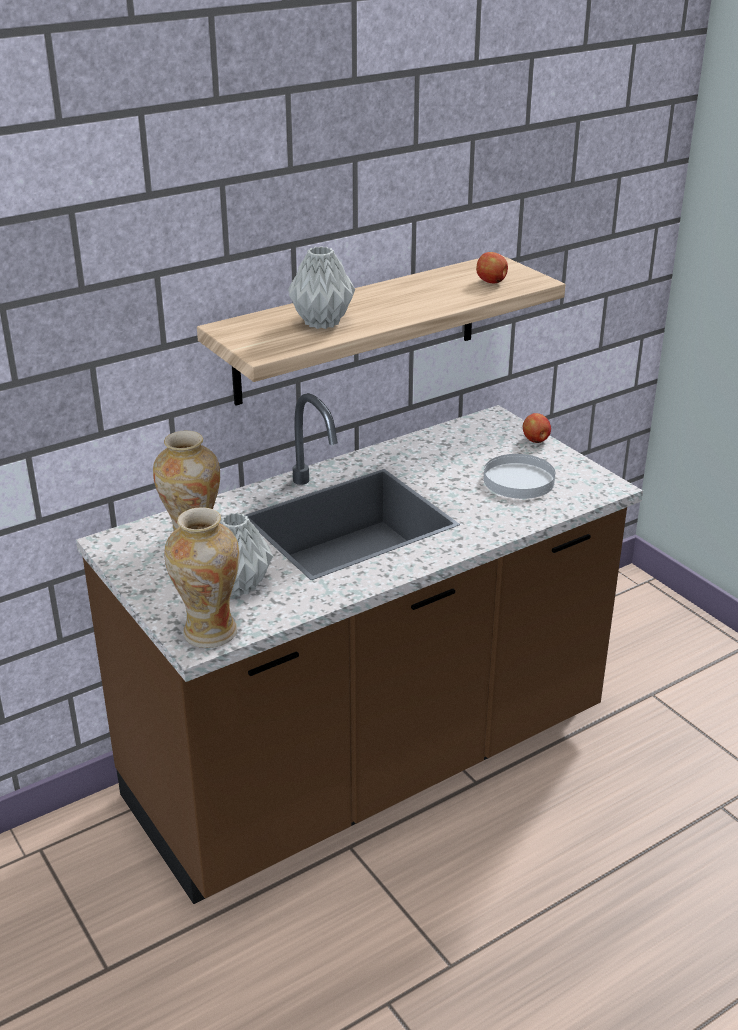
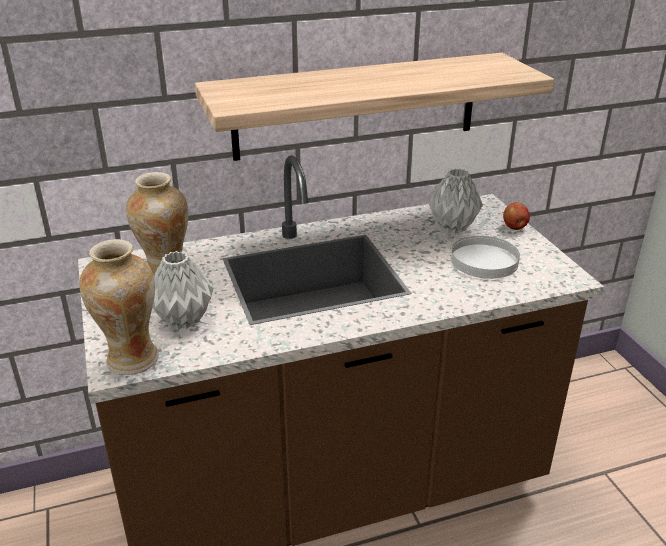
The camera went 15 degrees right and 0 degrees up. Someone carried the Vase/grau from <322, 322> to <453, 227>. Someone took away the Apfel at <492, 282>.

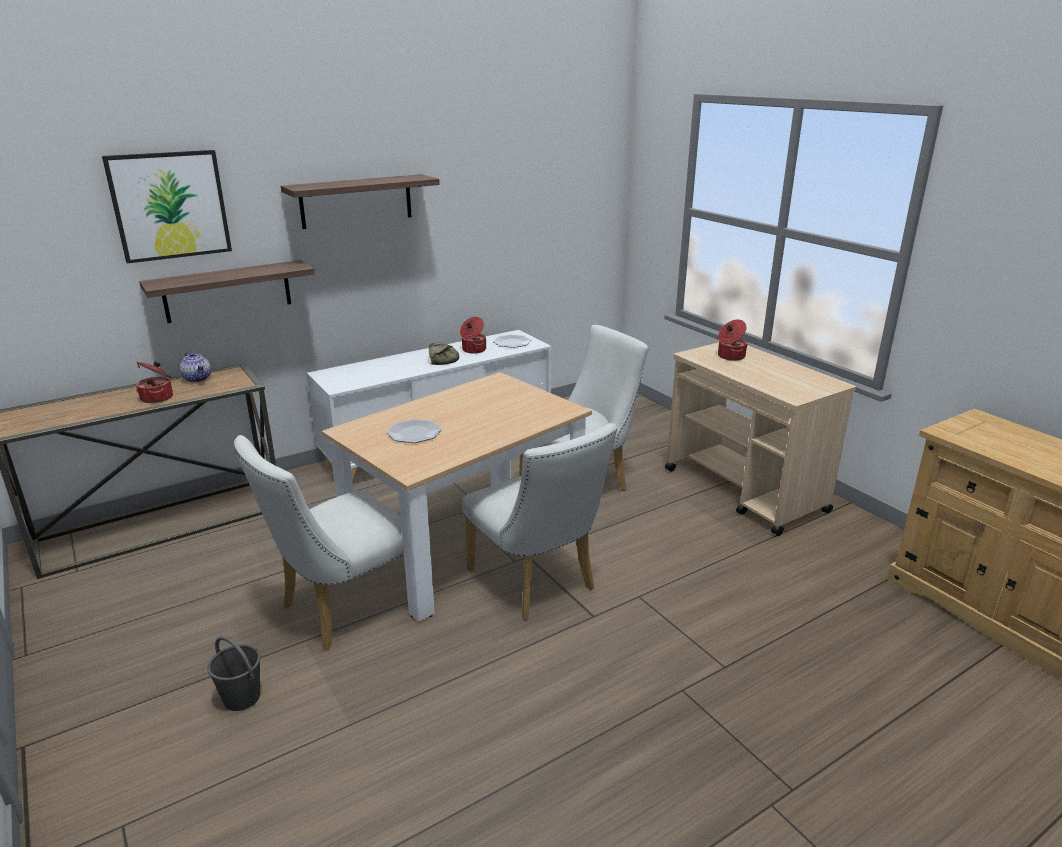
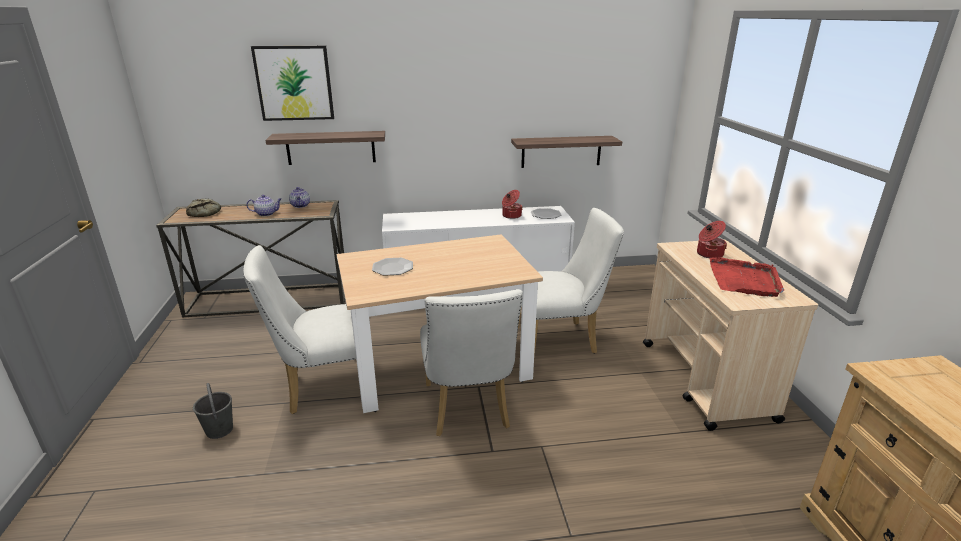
The camera went 25 degrees right and 0 degrees up. Someone carried the Brot from <442, 358> to <206, 212>. Someone swapped the Kochtopf at <158, 397> for the Teekanne at <267, 214>. Someone carried the Wandregal from <356, 201> to <561, 151>. Someone put down the Tablett/rot at <744, 280>.

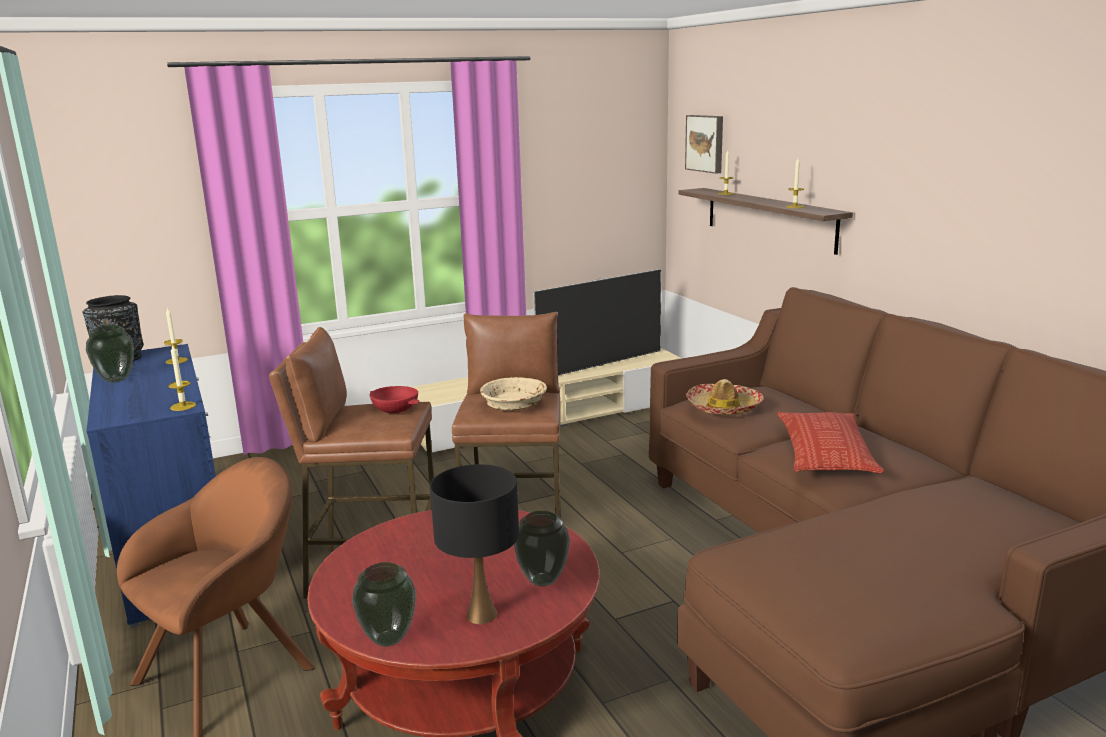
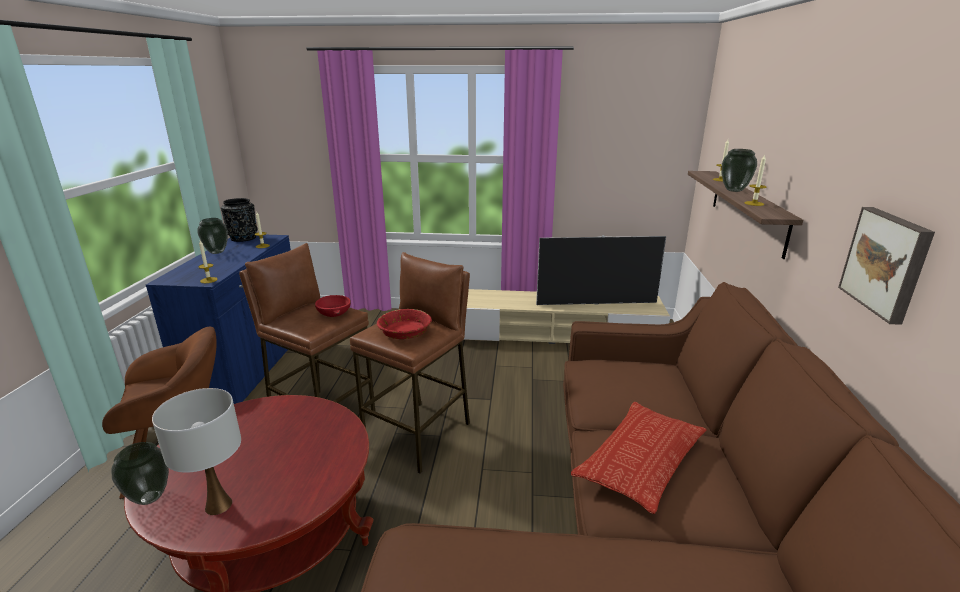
The camera went 30 degrees right and 5 degrees up. Someone repainted the Tischlampe/schwarz at <481, 614>, which became the Tischlampe/weiß at <218, 505>. Someone repainted the Schüssel/beige at <514, 405>, which became the Schüssel/rot at <405, 333>. Someone carried the Vase from <543, 580> to <734, 190>. Someone carried the Bild from <706, 143> to <887, 263>. Someone took away the Hut at <724, 408>.

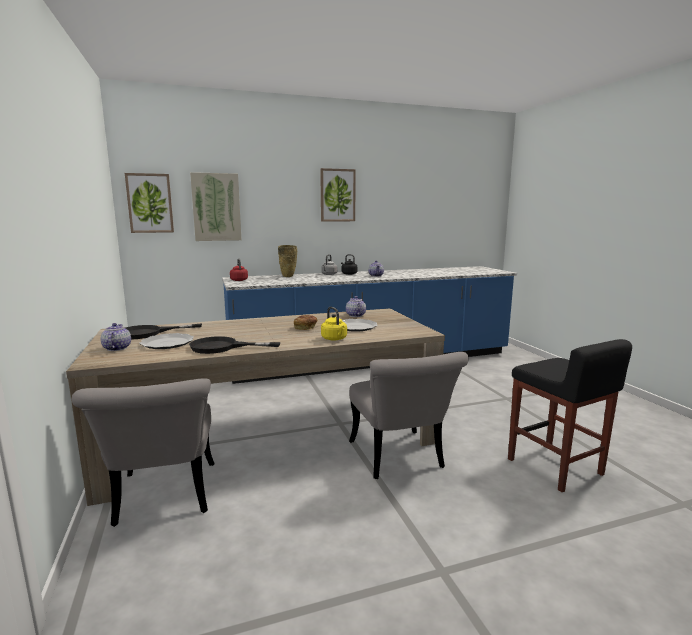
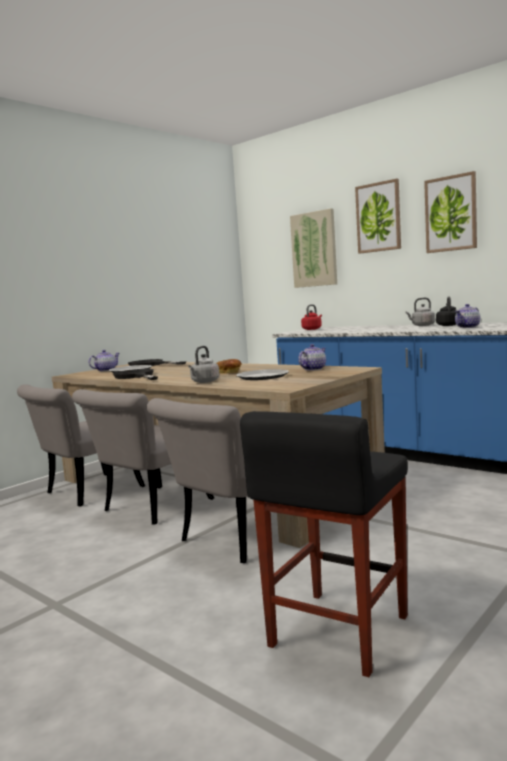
The camera went 60 degrees right and 5 degrees down. Someone put down the Stuhl/grau at <149, 508>. Someone repainted the Wasserkessel/gelb at <335, 339>, which became the Wasserkessel/grau at <204, 382>. Someone carried the Bild from <150, 203> to <378, 217>. Someone took away the Vase/beige at <288, 276>.

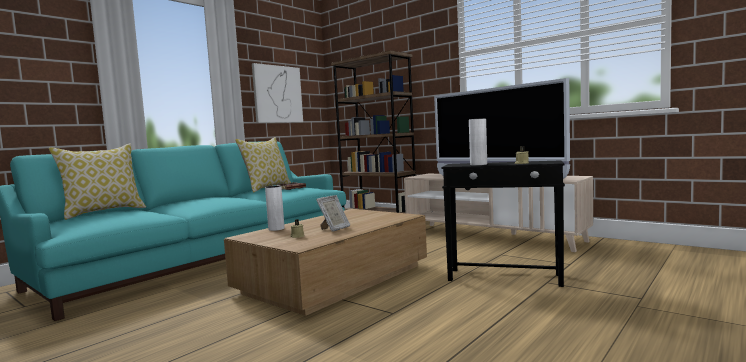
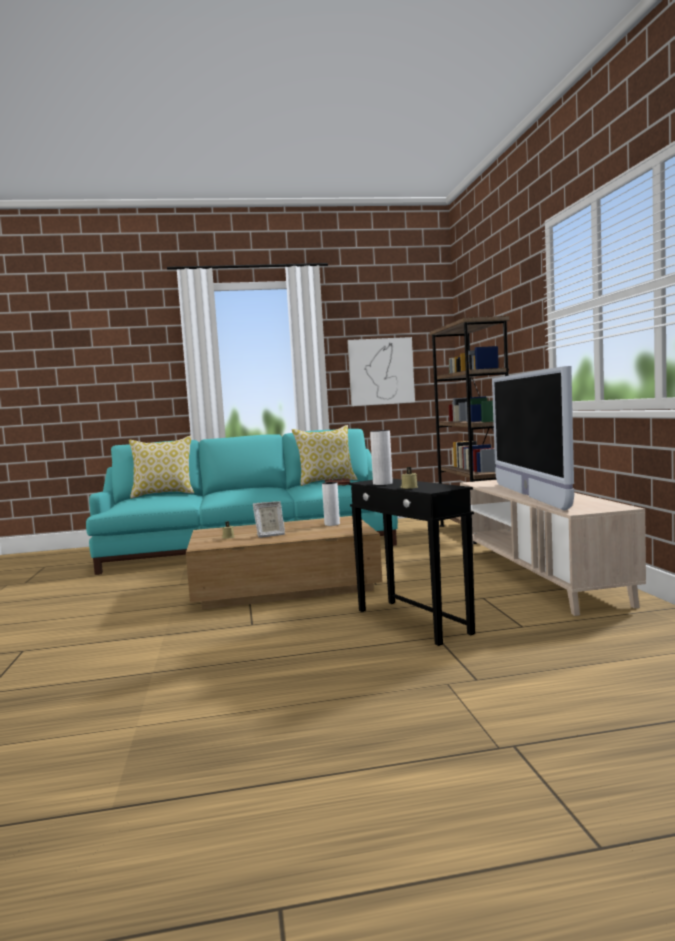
The camera went 40 degrees right and 0 degrees up. Someone carried the Vase/weiß from <276, 229> to <332, 524>.

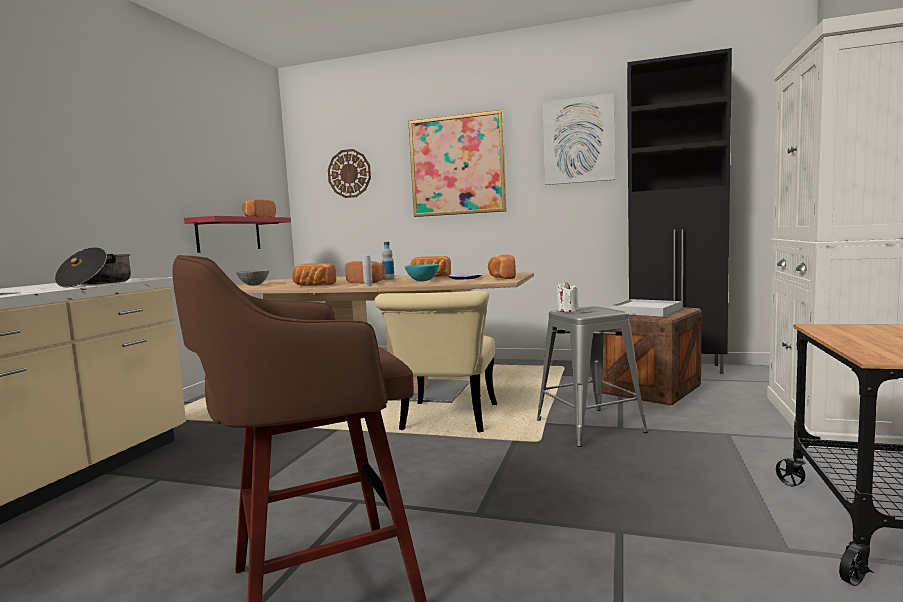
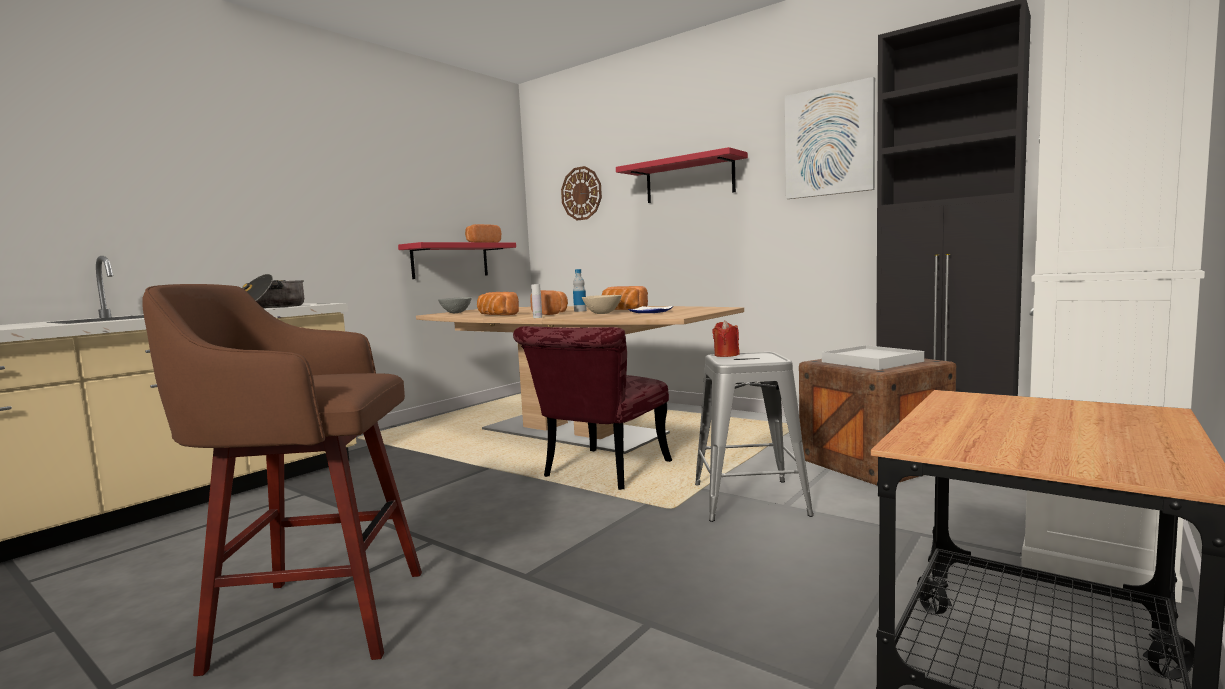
The camera went 20 degrees right and 0 degrees up. Someone repainted the Stuhl/beige at <446, 421>, which became the Stuhl/rot at <599, 473>. Someone repainted the Schüssel/türkis at <423, 281>, which became the Schüssel/beige at <603, 313>. Someone swapped the Bild at <457, 165> for the Wandregal/rot at <689, 179>. Someone repainted the Kerze/weiß at <567, 310>, which became the Kerze/rot at <726, 355>. Someone took away the Brot at <501, 278>.

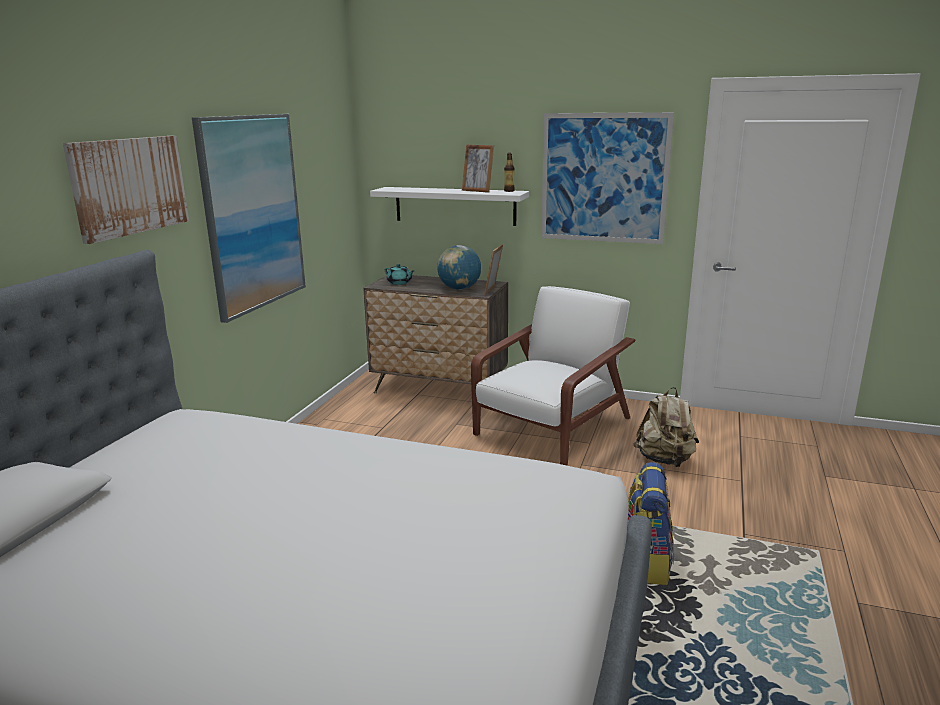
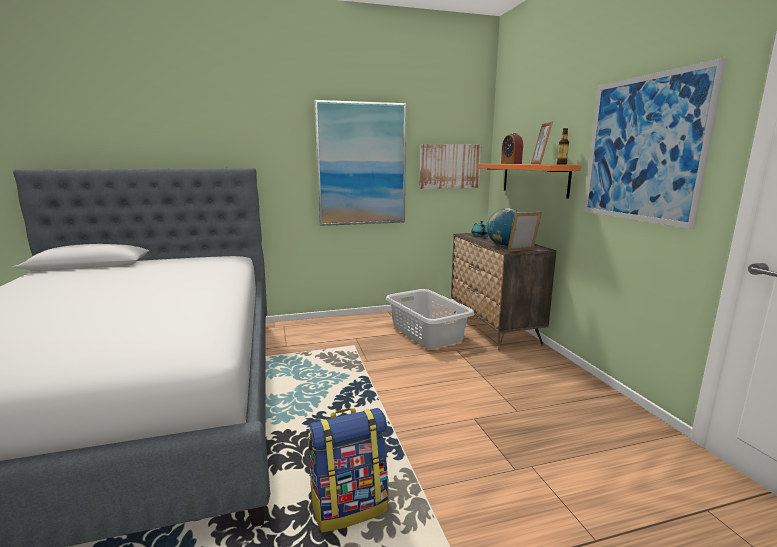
The camera went 55 degrees right and 5 degrees down. Someone put down the Wäschekorb/grau at <426, 333>. Someone carried the Bild from <129, 186> to <449, 166>. Someone repainted the Wandregal/weiß at <455, 206>, which became the Wandregal/orange at <534, 179>. Someone put down the Wecker at <511, 163>. Someone took away the Sessel/weiß at <551, 428>. Someone took away the Rucksack/beige at <665, 460>.

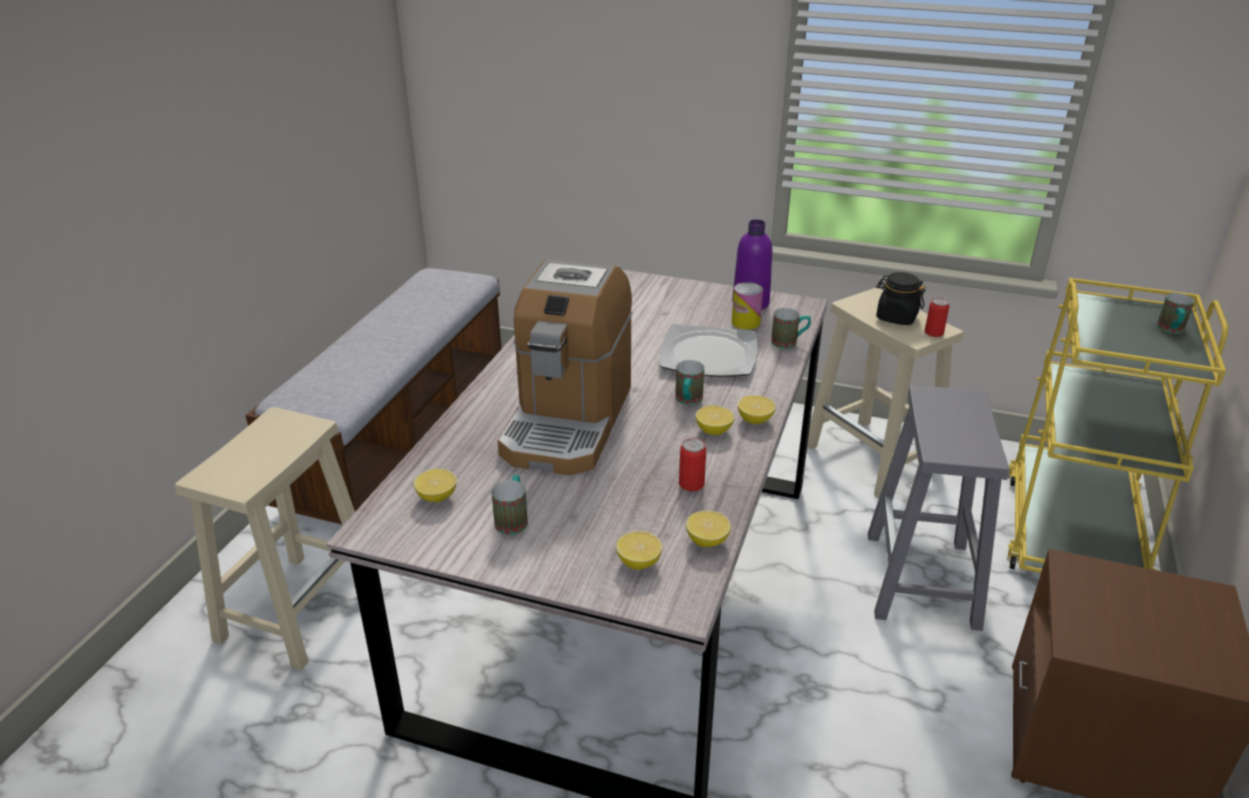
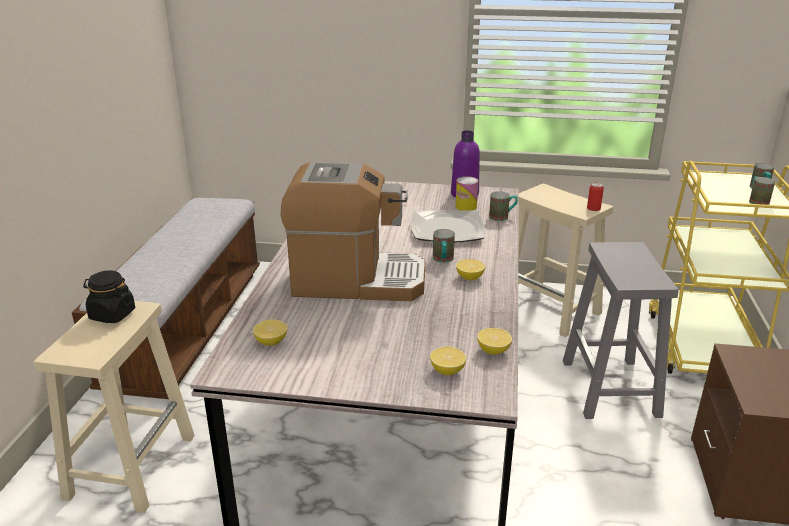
The camera went 10 degrees left and 5 degrees down. Someone carried the Vorratsglas/schwarz from <896, 317> to <112, 314>. Someone rotated the Kaffeemaschine at <568, 420> by 90 degrees counterclockwise. Someone carried the Henkelbecher from <513, 519> to <756, 201>. Someone took away the Dose at <691, 484>. Someone took away the Zitrone at <755, 420>.

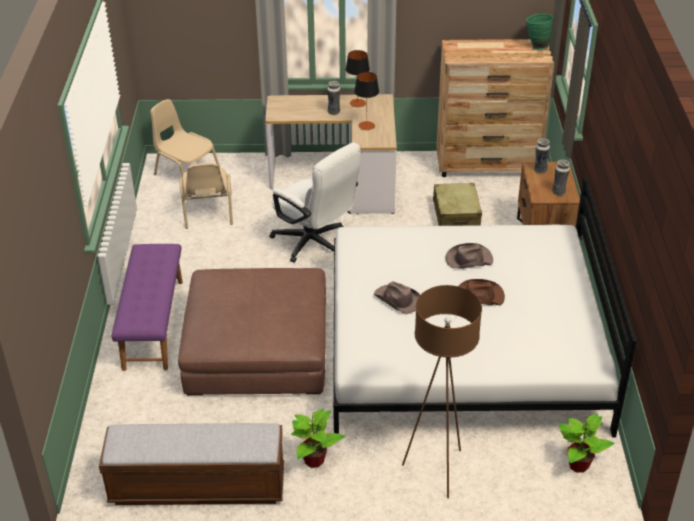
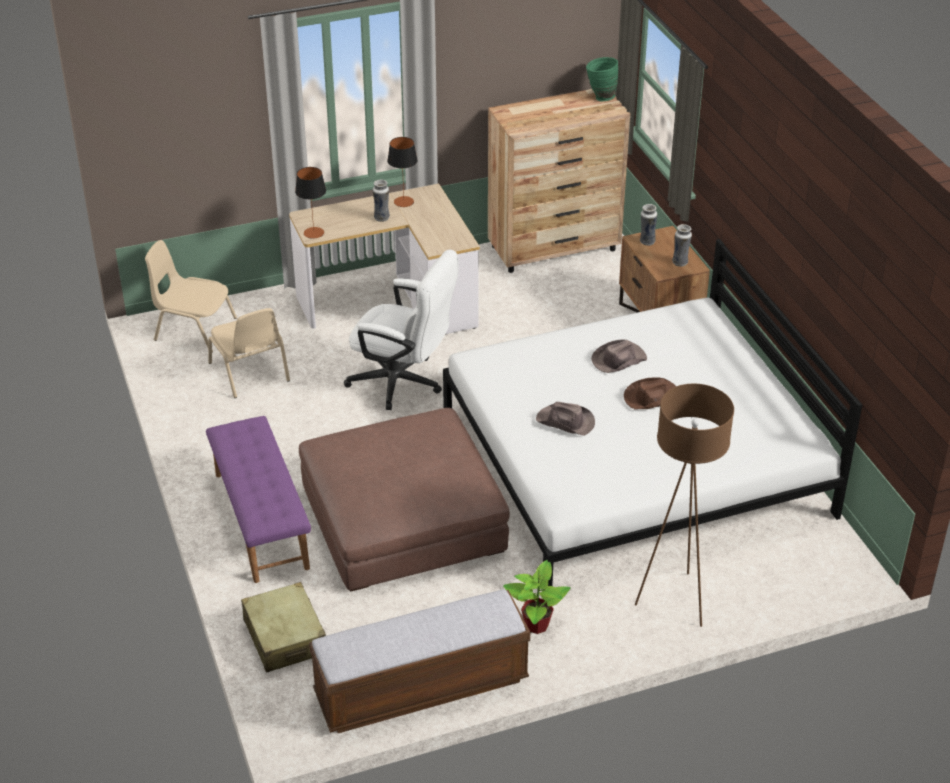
The camera went 20 degrees left and 0 degrees up. Someone carried the Koffer/beige from <456, 214> to <285, 637>. Someone carried the Tischlampe from <366, 125> to <313, 233>. Someone took away the Topfpflanze at <578, 464>.

